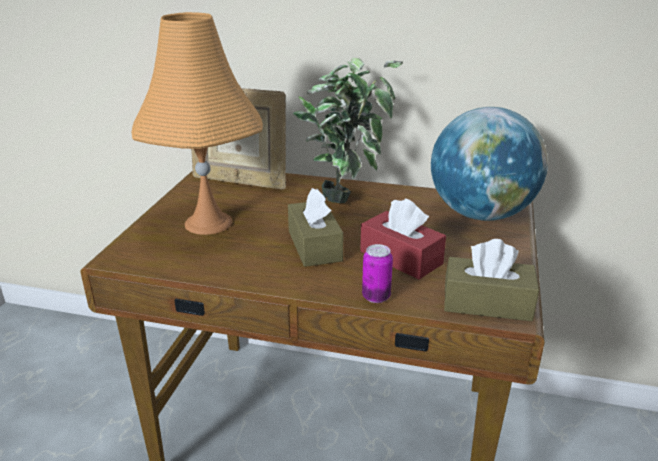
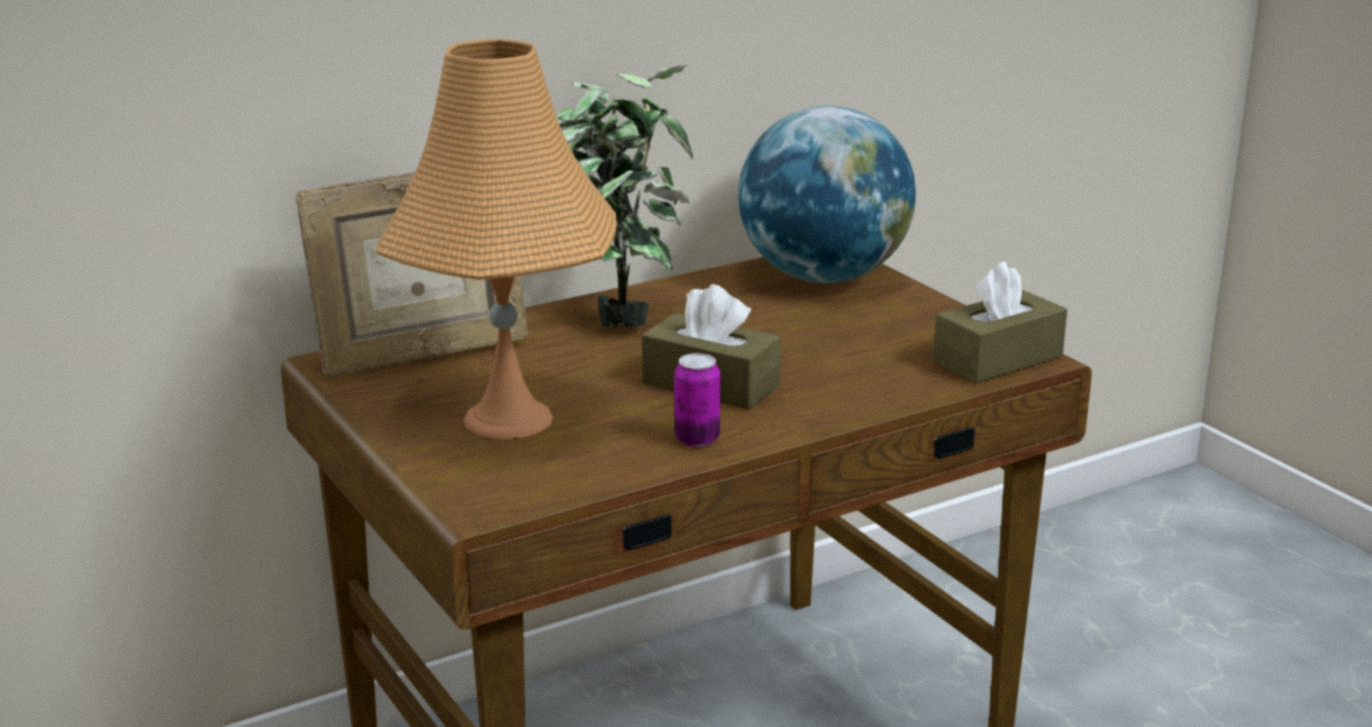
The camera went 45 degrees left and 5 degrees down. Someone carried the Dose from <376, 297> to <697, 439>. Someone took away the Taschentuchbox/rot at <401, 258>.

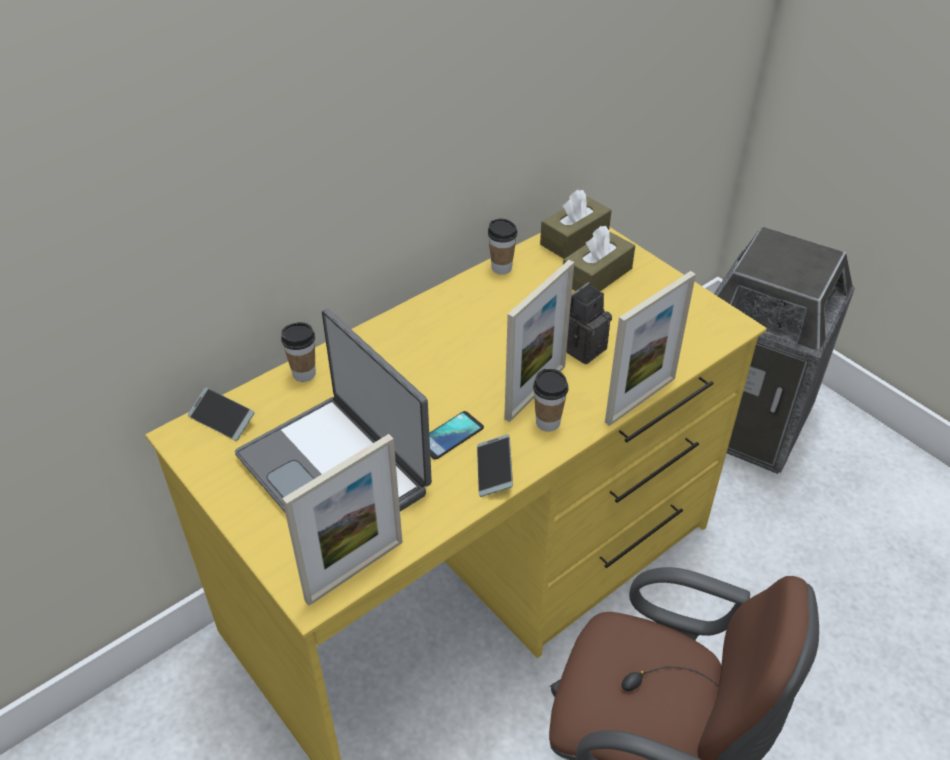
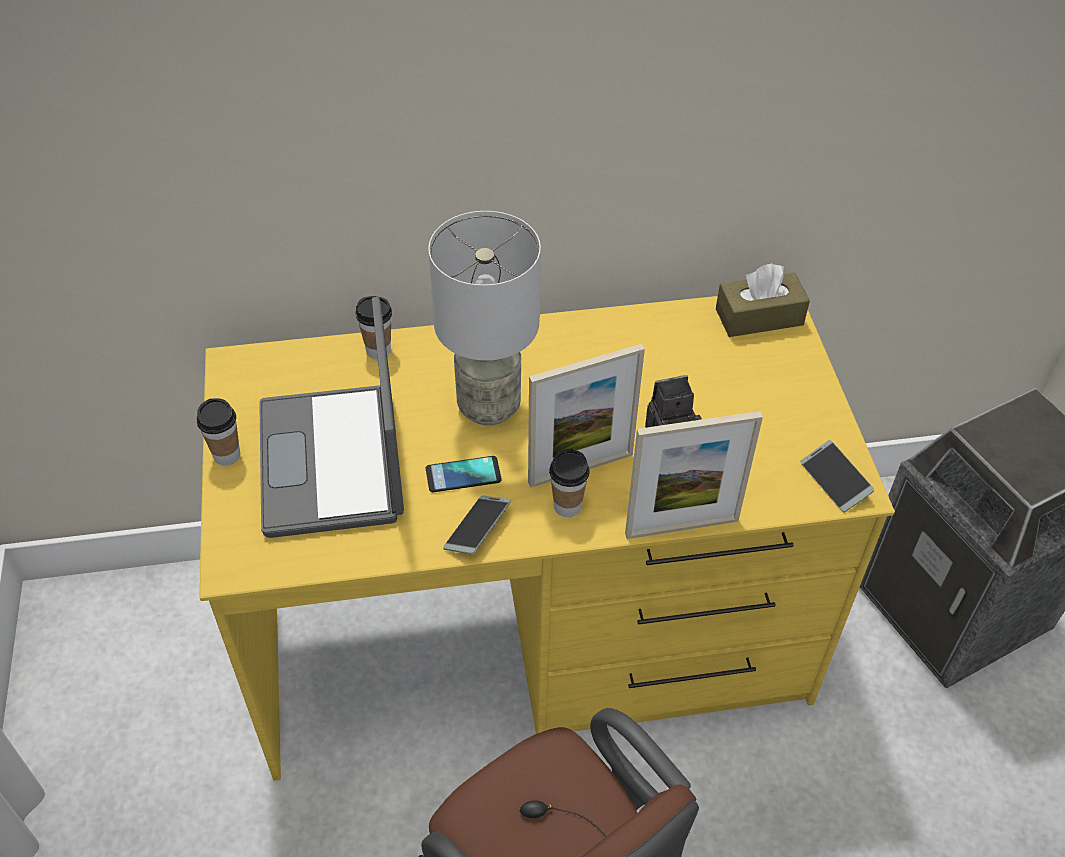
The camera went 30 degrees right and 5 degrees up. Someone carried the Tasse from <501, 268> to <227, 455>. Someone put down the Tischlampe/grau at <487, 406>. Someone carried the Handy from <222, 419> to <834, 481>. Someone took away the Bilderrahmen at <354, 571>. Someone took away the Taschentuchbox/braun at <597, 276>.

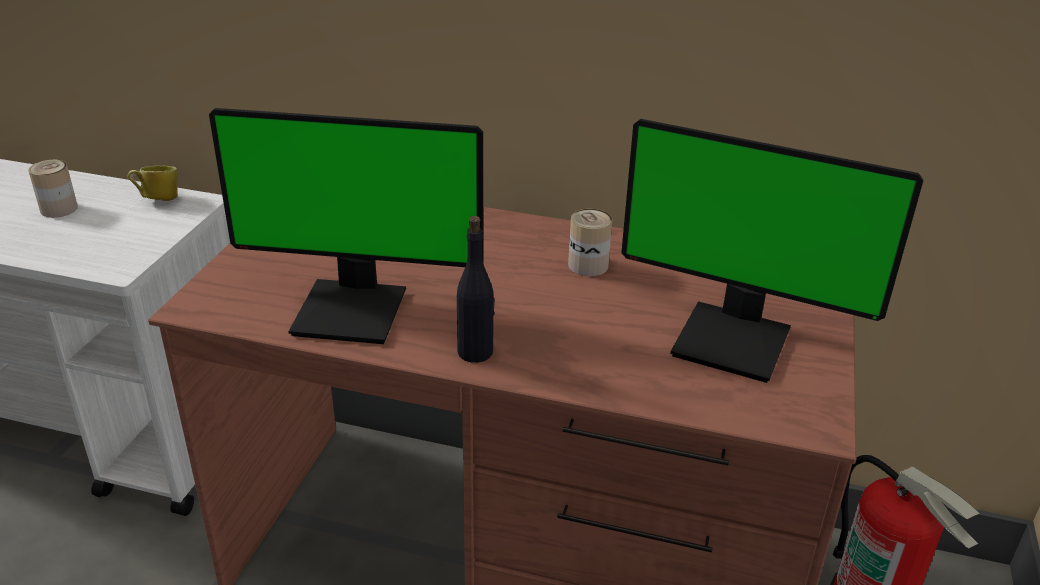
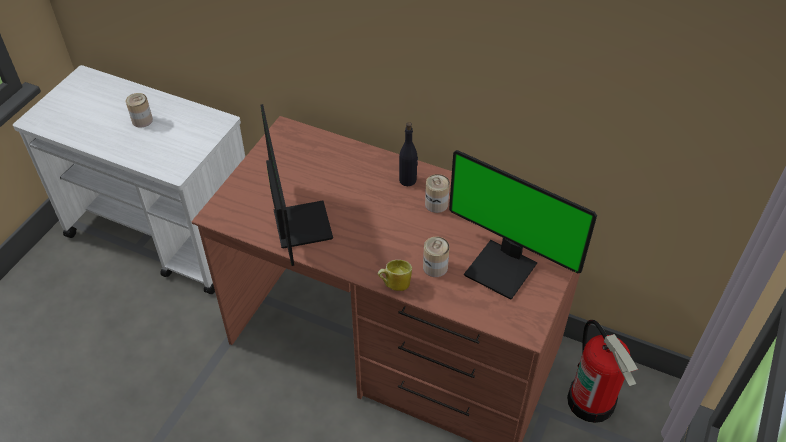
The camera went 10 degrees right and 15 degrees up. Someone rotated the Monitor at <353, 309> by 120 degrees counterclockwise. Someone carried the Henkelbecher from <158, 200> to <394, 284>. Someone carried the Flasche/schwarz from <476, 352> to <408, 180>. Someone put down the Dose at <435, 267>.

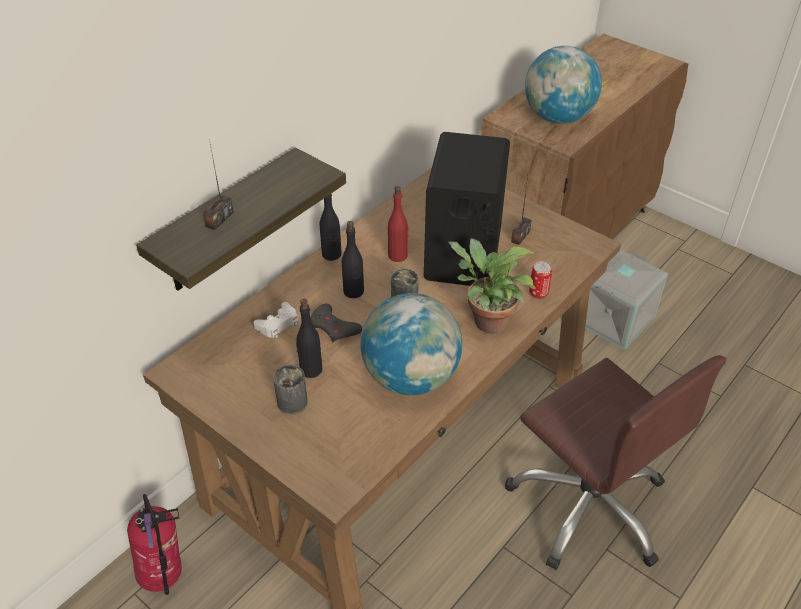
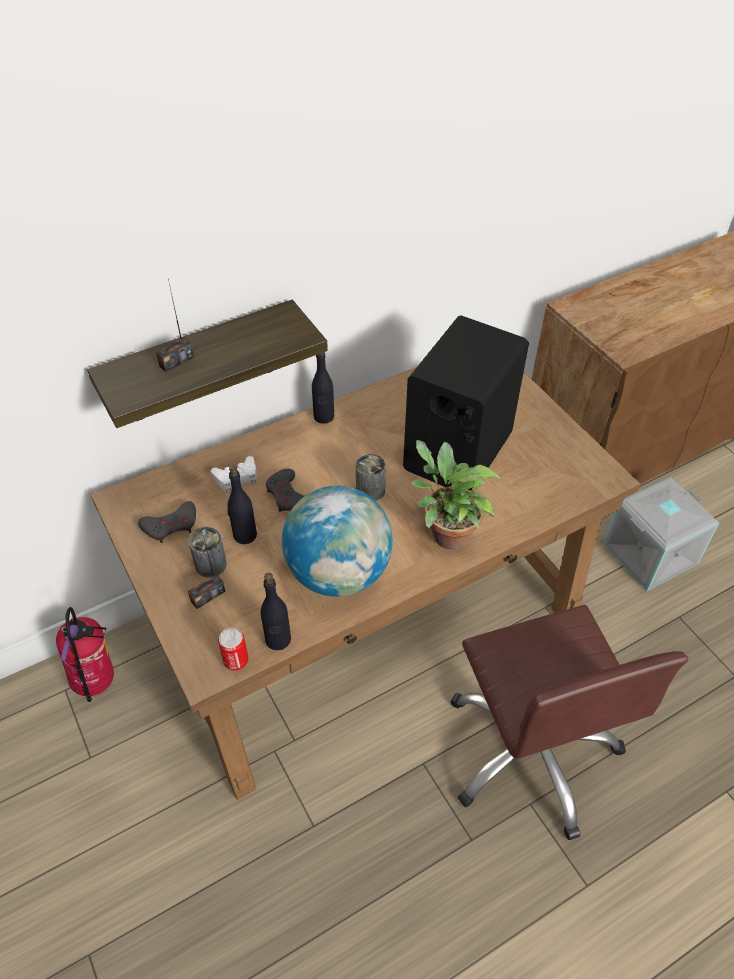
The camera went 20 degrees right and 5 degrees up. Someone put down the Gamepad/grau at <171, 525>. Someone carried the Radio from <520, 236> to <208, 596>. Someone carried the Dose from <538, 293> to <236, 661>. Someone carried the Flasche/schwarz from <353, 291> to <278, 640>. Someone took away the Flasche/rot at <398, 255>. Someone took away the Globus at <558, 117>.

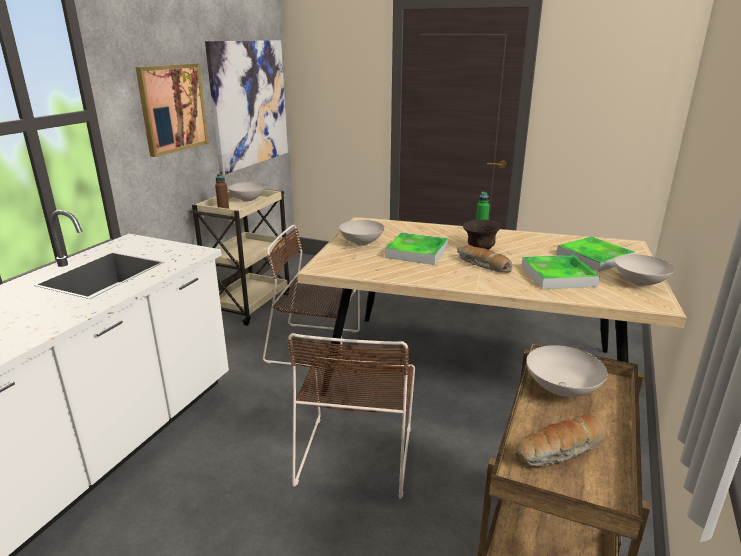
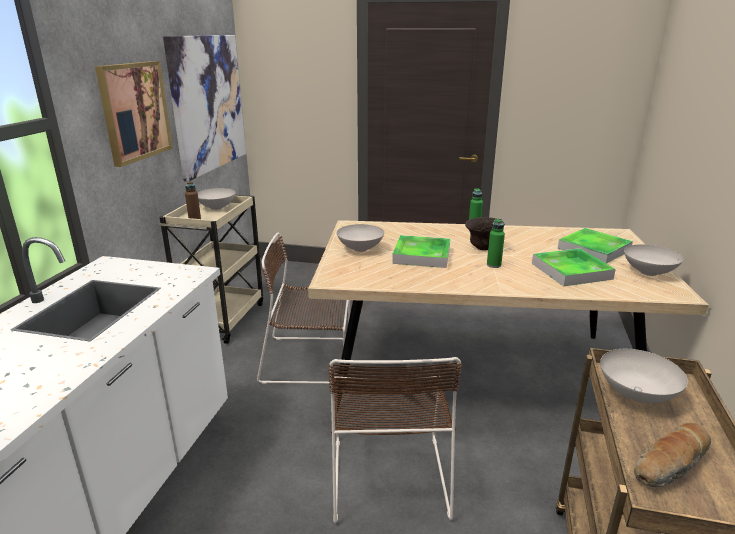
The camera went 10 degrees left and 0 degrees up. Someone swapped the Brot at <482, 265> for the Flasche/grün at <493, 265>.

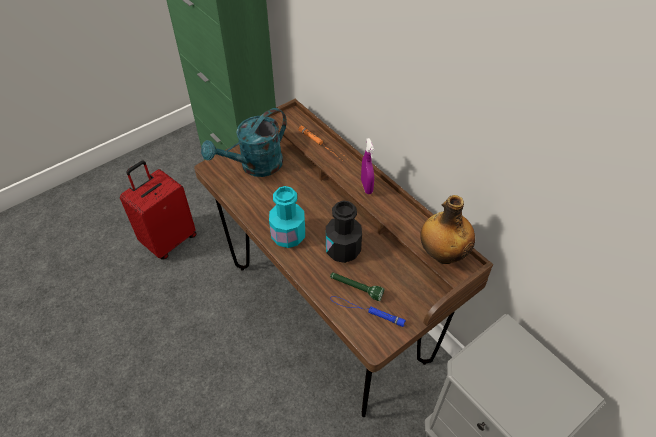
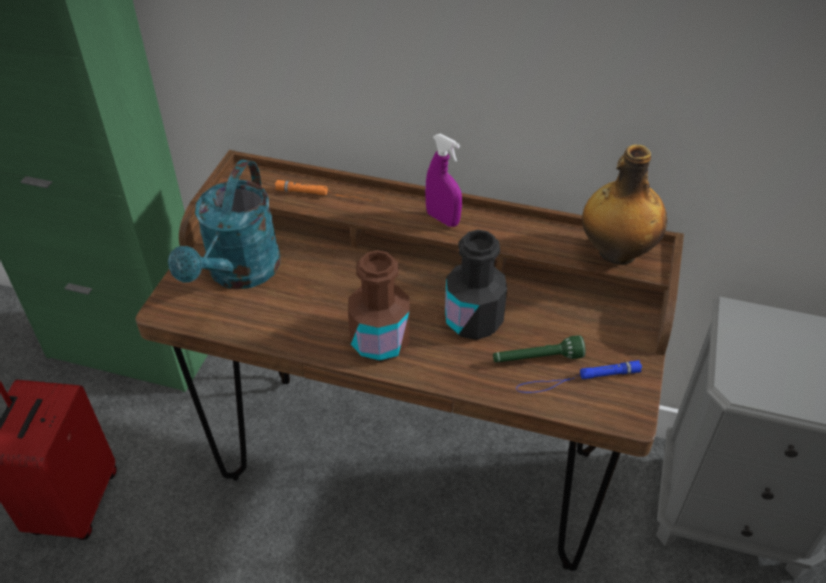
The camera went 35 degrees left and 5 degrees down. Someone repainted the Flasche/türkis at <288, 236>, which became the Flasche/braun at <380, 342>.

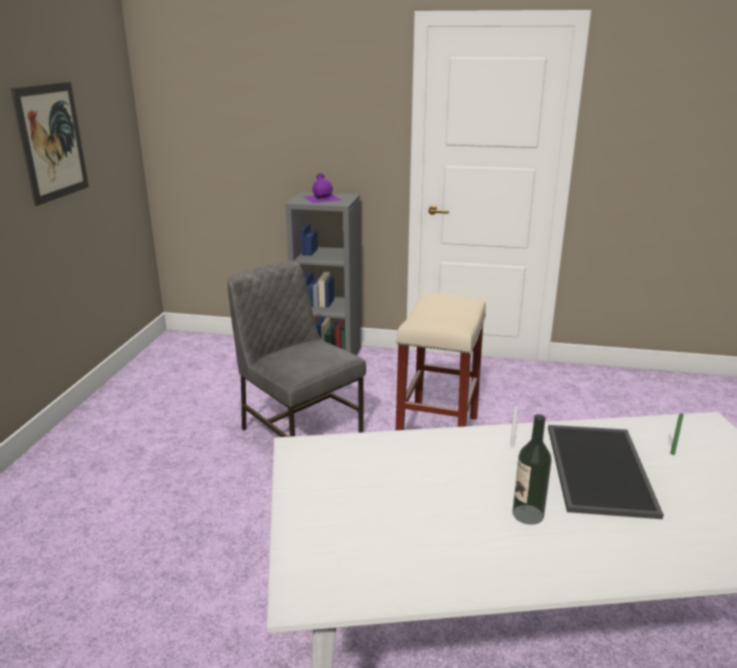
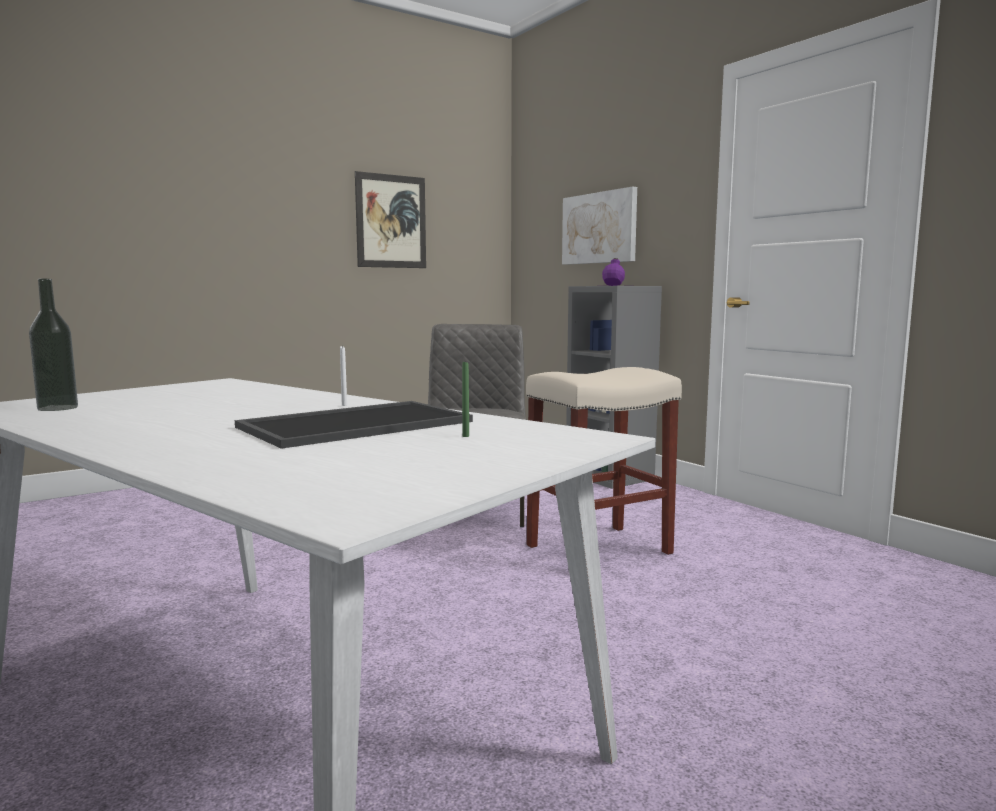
The camera went 45 degrees right and 15 degrees down. Someone carried the Flasche from <528, 514> to <57, 408>. Someone put up the Bild at <599, 228>.

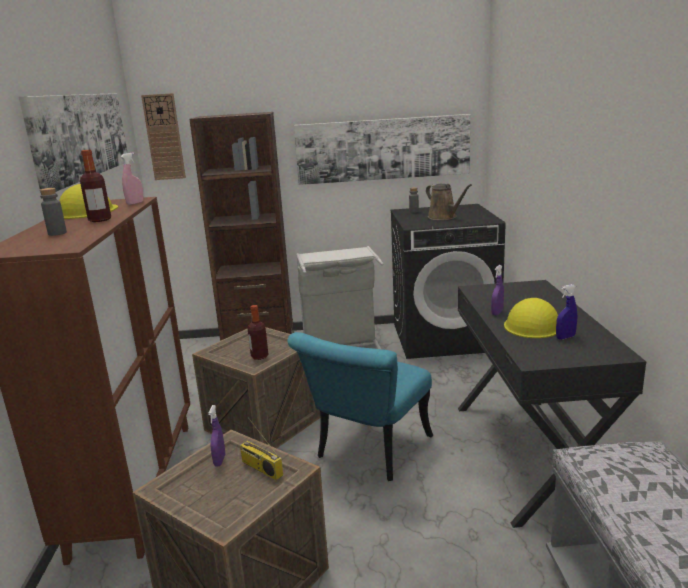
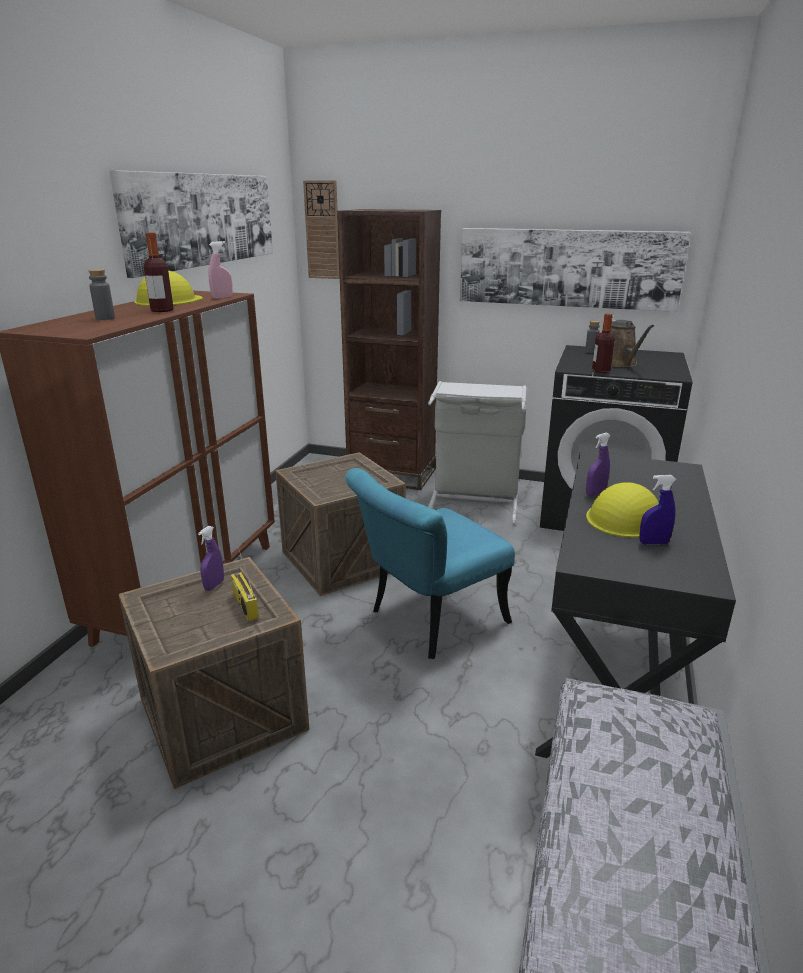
The camera went 20 degrees right and 5 degrees up. Someone carried the Flasche from <259, 356> to <601, 371>.

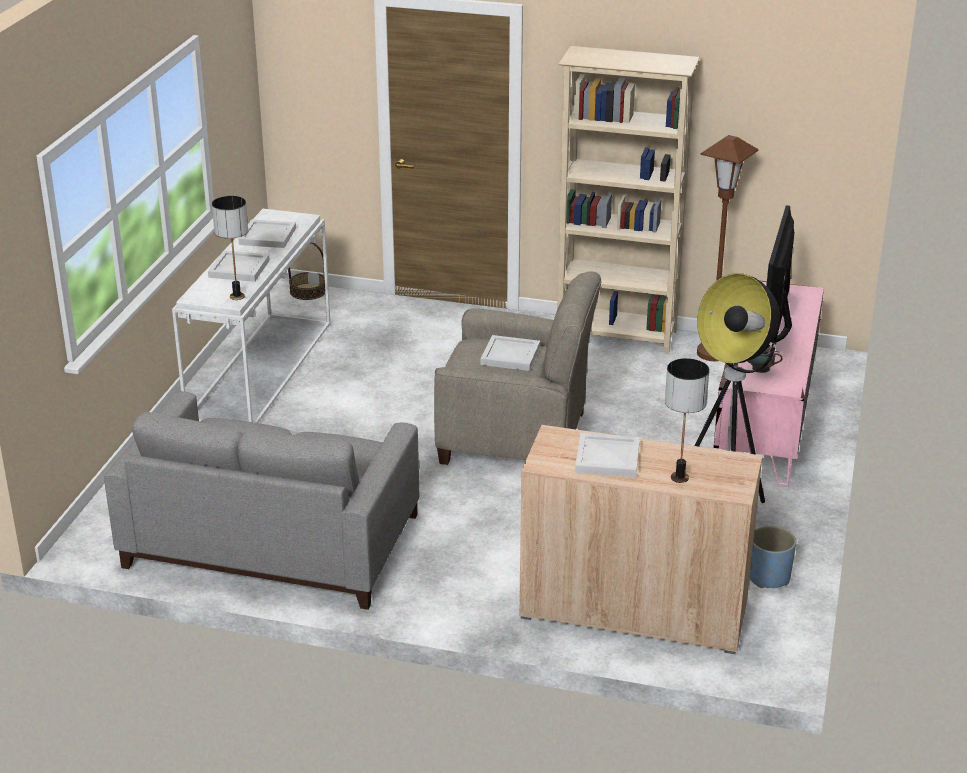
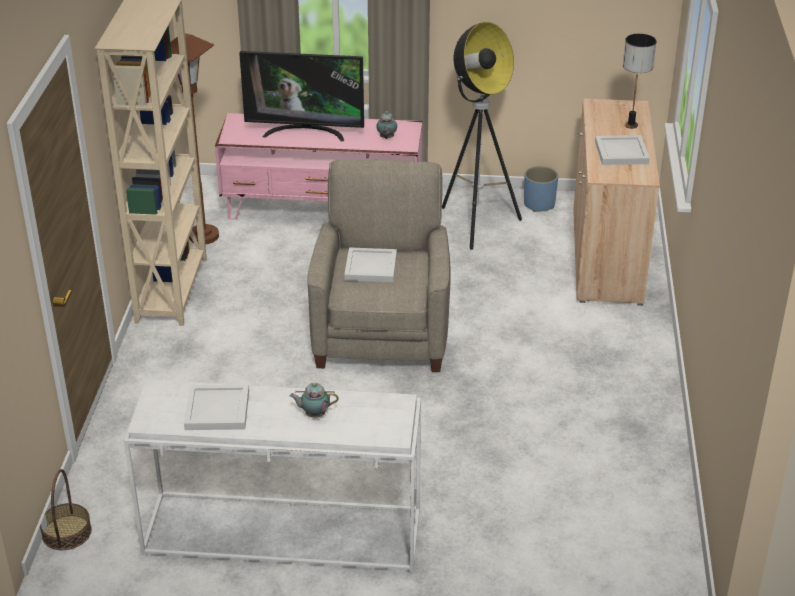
The camera went 100 degrees left and 5 degrees up. Someone swapped the Tablett/weiß at <239, 269> for the Teekanne at <314, 414>. Someone took away the Sofa/grau at <273, 539>. Someone took away the Tischlampe at <237, 296>.

